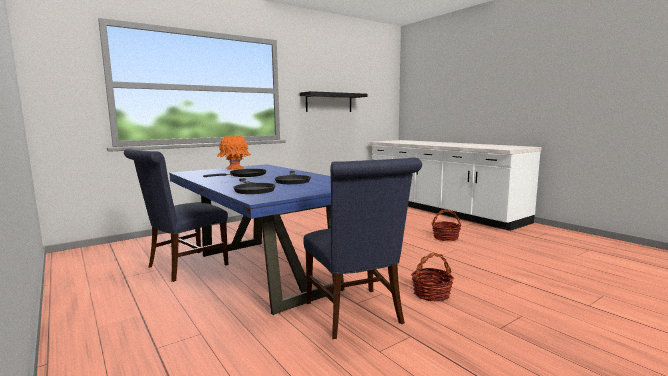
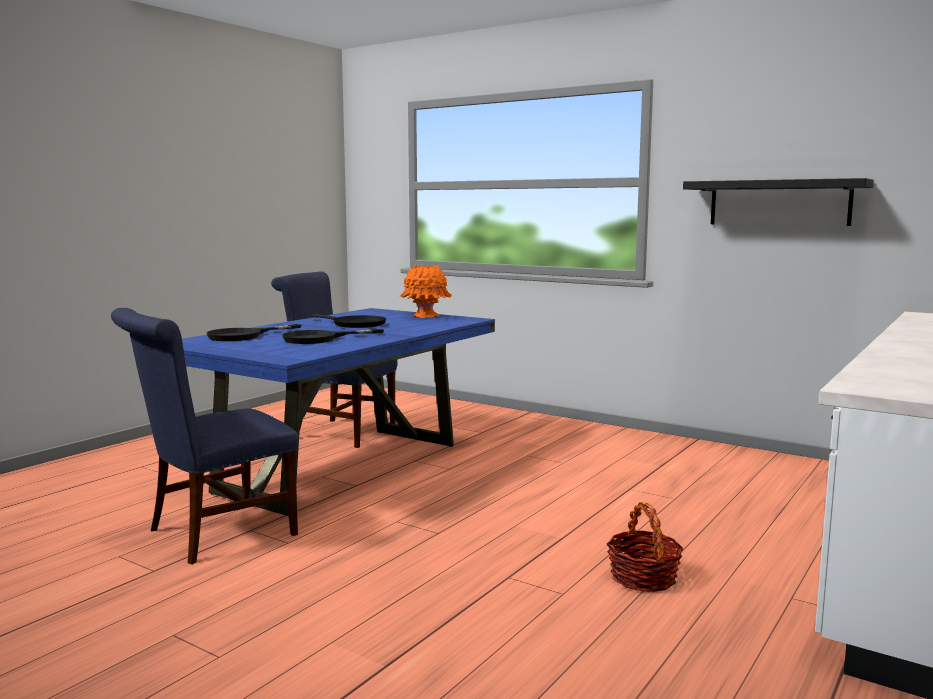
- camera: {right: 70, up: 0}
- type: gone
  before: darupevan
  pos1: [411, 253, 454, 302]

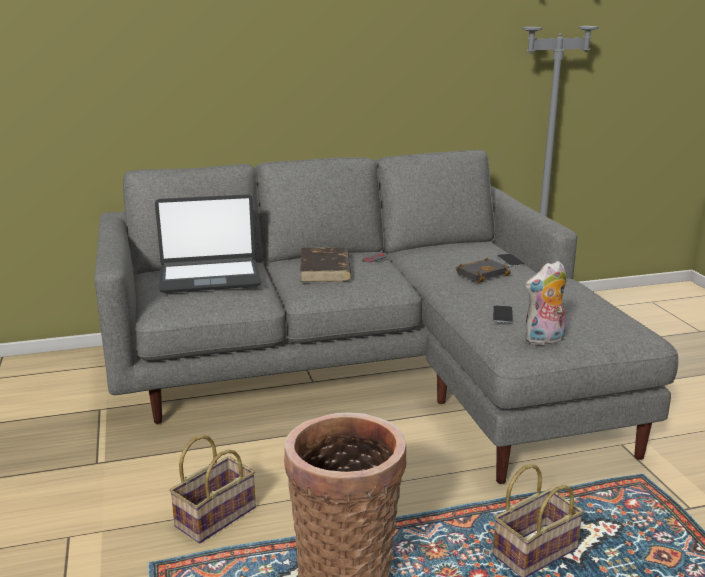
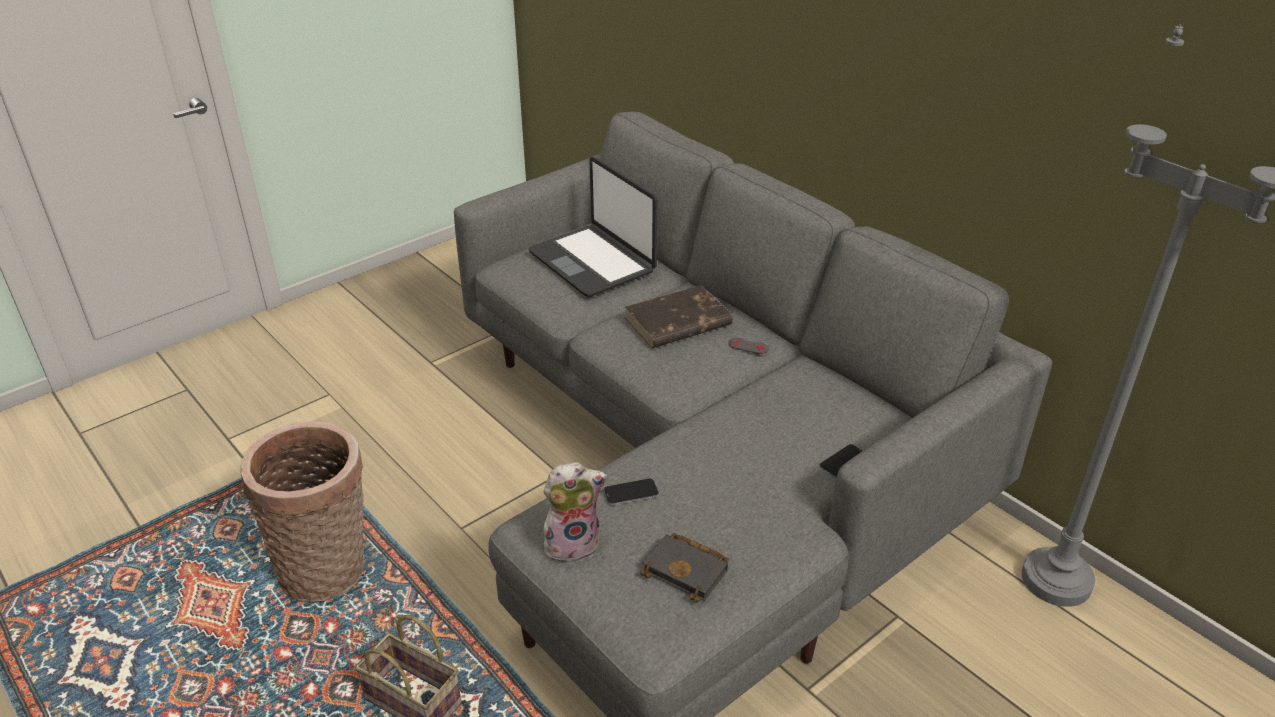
- camera: {right: 65, up: 15}
- type: rotated
  before: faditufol
  pos1: [525, 261, 567, 346]
  pos2: [543, 462, 607, 565]
  turn: 120
- type: shifted
  before: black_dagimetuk
  pos1: [456, 258, 511, 283]
  pos2: [641, 533, 729, 602]
- type: gone
  before: darupevan
  pos1: [170, 435, 256, 543]

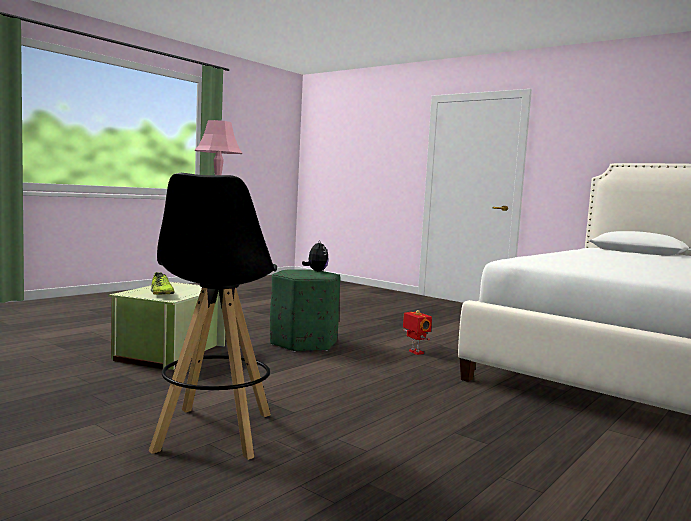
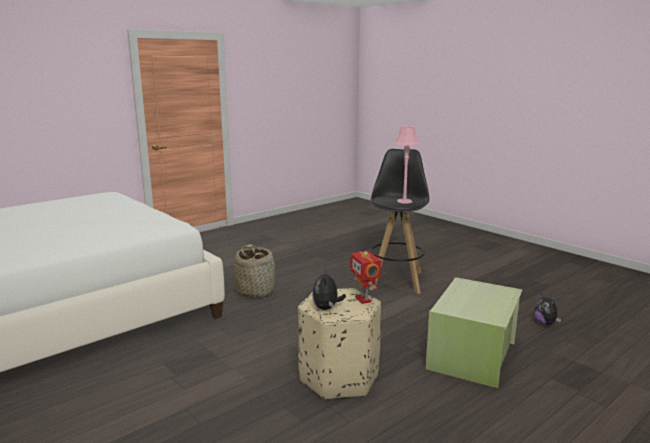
- camera: {right: -170, up: 10}
- type: new
  after: darupevan
  pos2: [234, 244, 275, 298]
- type: repainted
  before: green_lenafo
  after: beige_lenafo
  pos1: [270, 269, 341, 352]
  pos2: [298, 288, 381, 400]
- type: shifted
  before: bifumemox
  pos1: [403, 310, 432, 355]
  pos2: [350, 251, 381, 304]
- type: new
  after: faditufol
  pos2: [534, 293, 561, 325]
- type: gone
  before: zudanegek
  pos1: [151, 272, 175, 295]

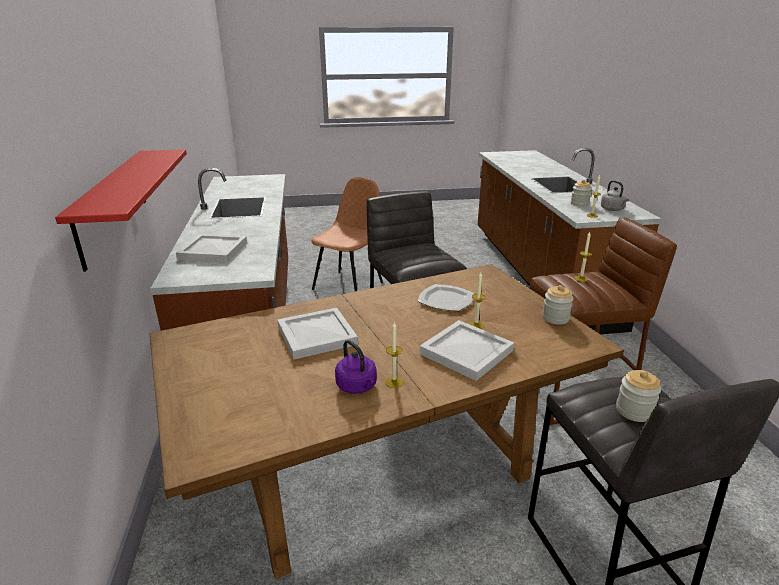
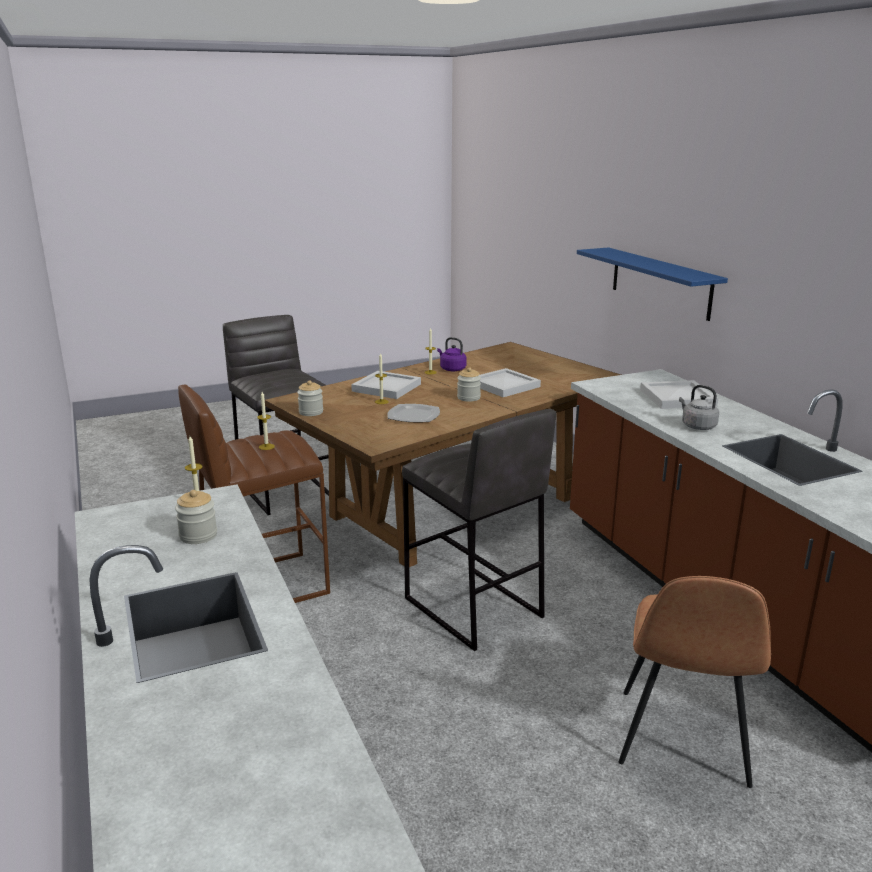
- camera: {right: 165, up: -5}
- type: shifted
  before: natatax
  pos1: [616, 370, 661, 422]
  pos2: [457, 367, 481, 402]
- type: repainted
  before: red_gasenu
  after: blue_gasenu
  pos1: [55, 149, 187, 272]
  pos2: [577, 247, 728, 321]
- type: shifted
  before: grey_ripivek
  pos1: [601, 180, 629, 211]
  pos2: [679, 385, 719, 430]

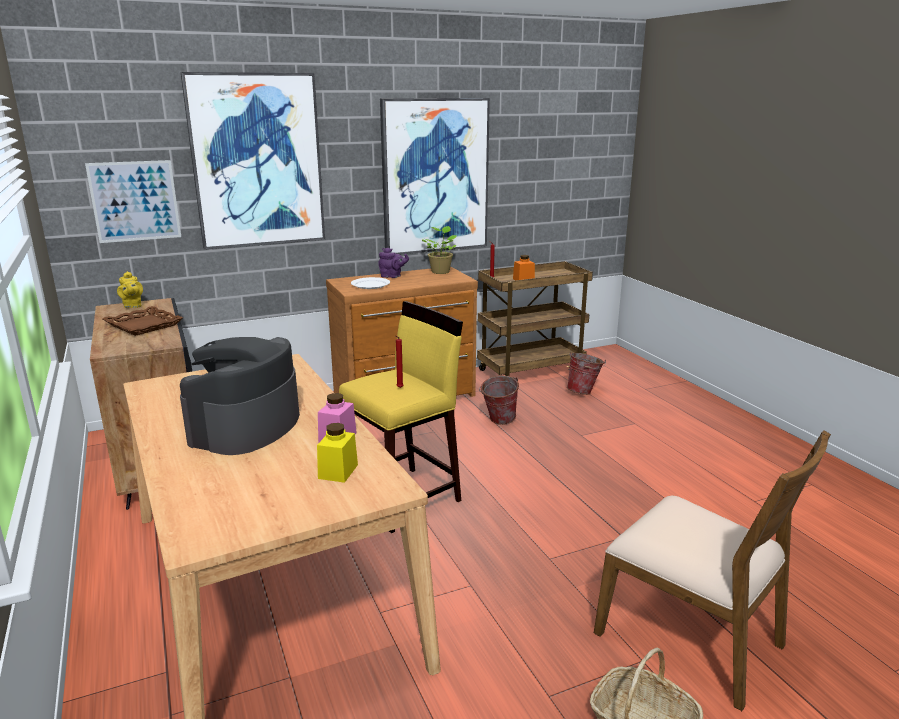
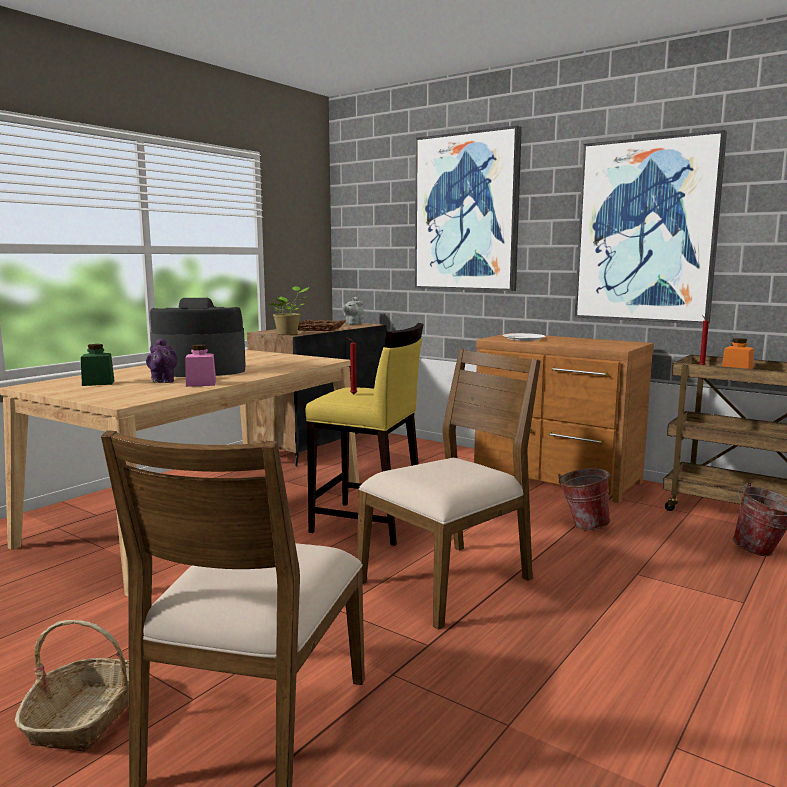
- camera: {right: 60, up: -10}
- type: new
  after: green_natatax
  pos2: [81, 344, 115, 386]
- type: shifted
  before: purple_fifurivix
  pos1: [378, 248, 409, 278]
  pos2: [146, 338, 178, 383]
- type: shifted
  before: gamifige
  pos1: [422, 226, 456, 274]
  pos2: [269, 286, 309, 335]
- type: repainted
  before: yellow_fifurivix
  after: grey_fifurivix
  pos1: [117, 271, 143, 308]
  pos2: [342, 297, 364, 325]
- type: new
  after: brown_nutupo
  pos2: [357, 349, 541, 630]
- type: gone
  before: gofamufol
  pos1: [85, 160, 181, 243]
- type: gone
  before: yellow_natatax
  pos1: [317, 423, 358, 483]

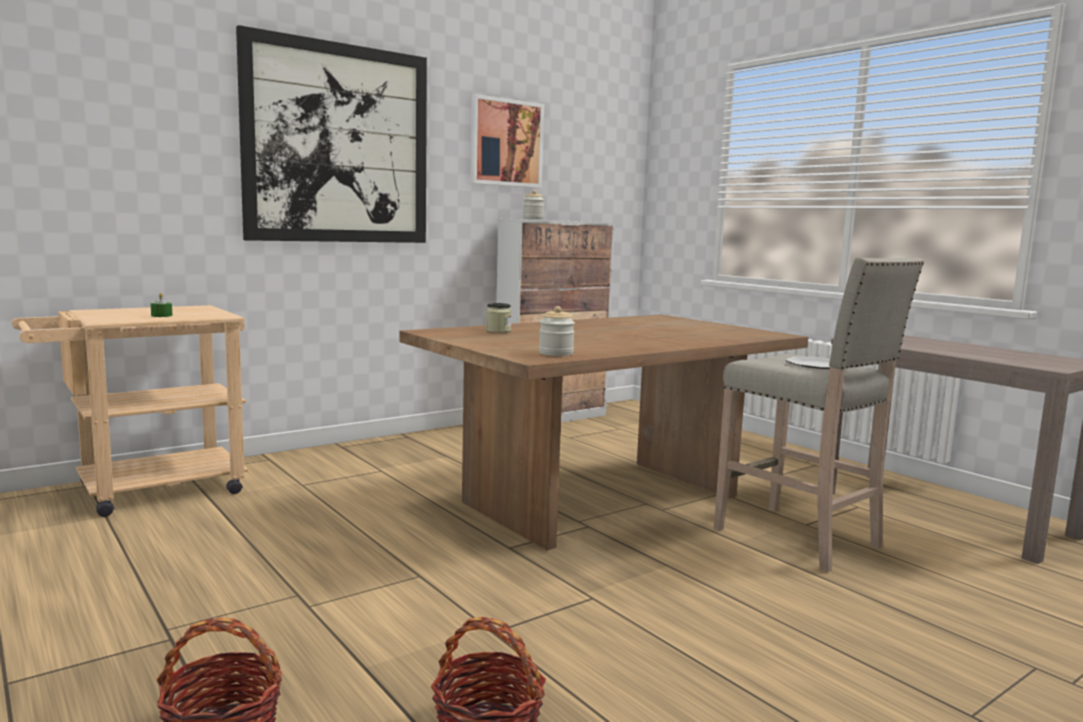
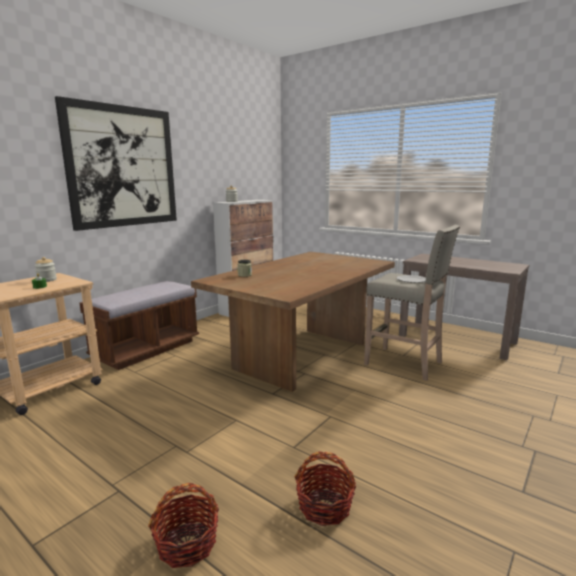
- camera: {right: -15, up: 5}
- type: shifted
  before: natatax
  pos1: [539, 306, 575, 356]
  pos2: [34, 257, 57, 282]
- type: new
  after: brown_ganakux
  pos2: [79, 281, 199, 370]
- type: gone
  before: gofamufol
  pos1: [470, 94, 544, 188]

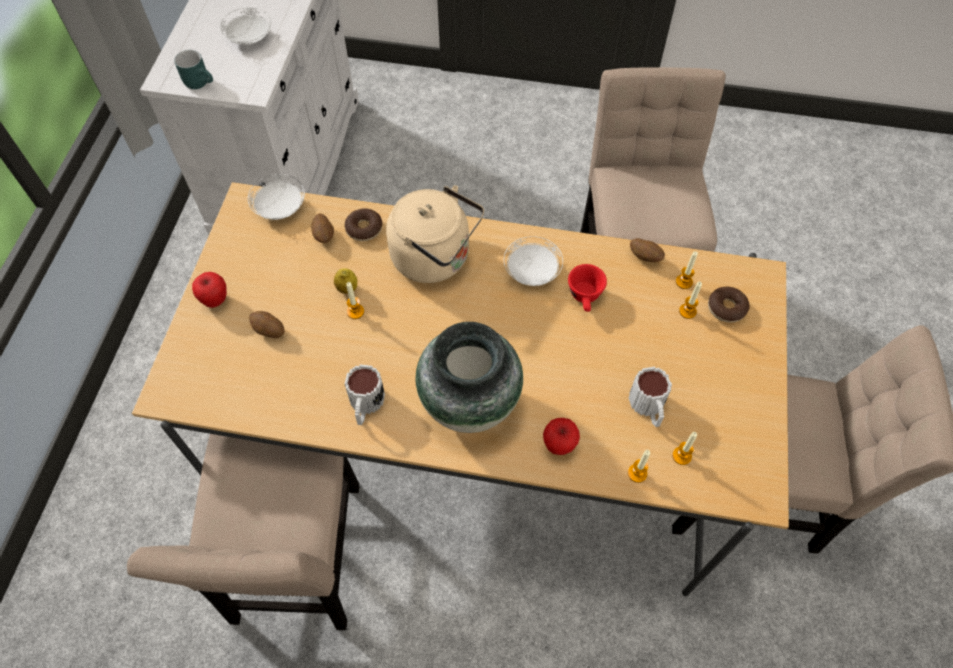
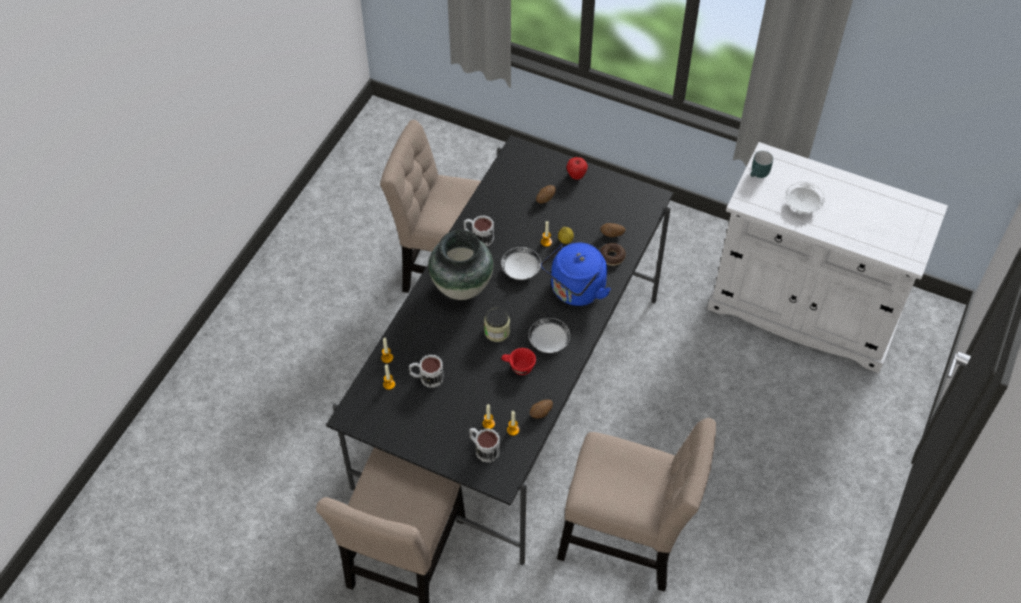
- camera: {right: 105, up: -5}
- type: repainted
  before: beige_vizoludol
  after: black_vizoludol
  pos1: [132, 182, 789, 596]
  pos2: [326, 135, 673, 565]
- type: swapped
  before: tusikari
  after: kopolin
  pos1: [708, 287, 749, 323]
  pos2: [470, 428, 500, 463]
- type: new
  after: natatax
  pos2: [484, 307, 510, 342]
- type: shifted
  before: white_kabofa
  pos1: [248, 174, 305, 220]
  pos2: [501, 247, 541, 280]
- type: repainted
  before: beige_ripivek
  after: blue_ripivek
  pos1: [386, 185, 484, 283]
  pos2: [541, 243, 611, 306]
- type: gone
  before: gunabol
  pos1: [543, 418, 580, 455]

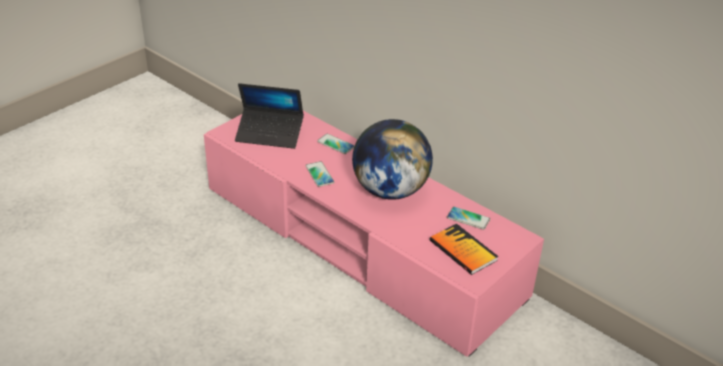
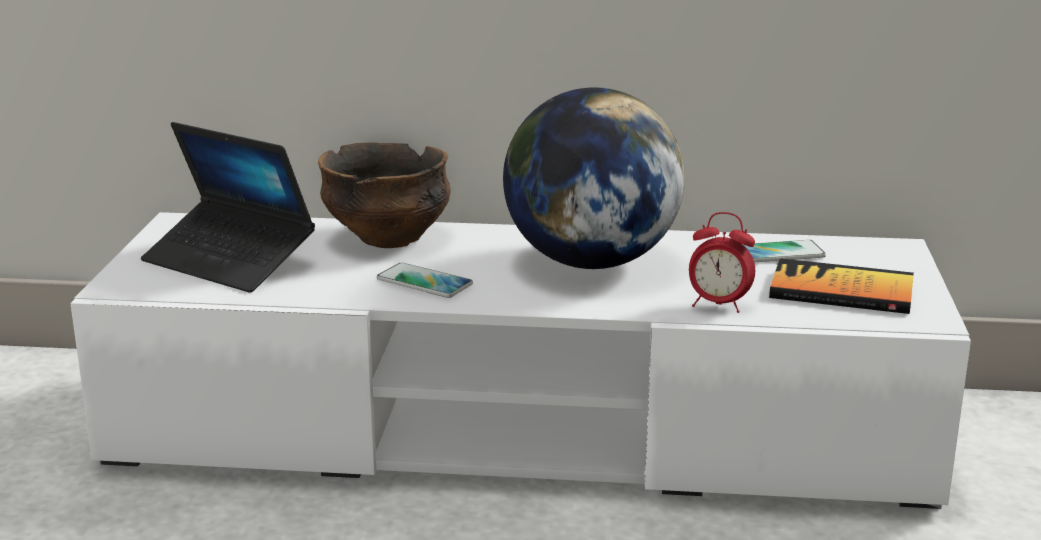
- camera: {right: -35, up: -15}
- type: repainted
  before: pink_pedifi
  after: white_pedifi
  pos1: [204, 111, 544, 357]
  pos2: [70, 212, 971, 509]
- type: rotated
  before: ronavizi
  pos1: [235, 83, 304, 149]
  pos2: [141, 122, 315, 293]
  turn: 60
- type: swapped
  before: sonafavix
  after: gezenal
  pos1: [317, 134, 355, 154]
  pos2: [318, 143, 451, 248]
- type: new
  after: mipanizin
  pos2: [689, 212, 755, 313]

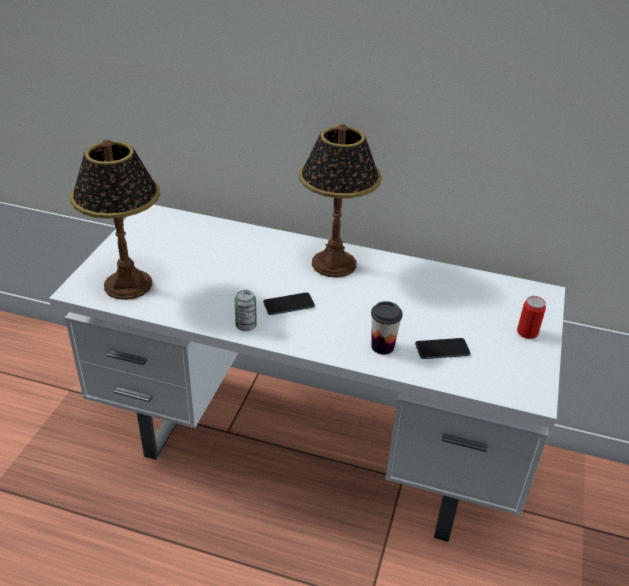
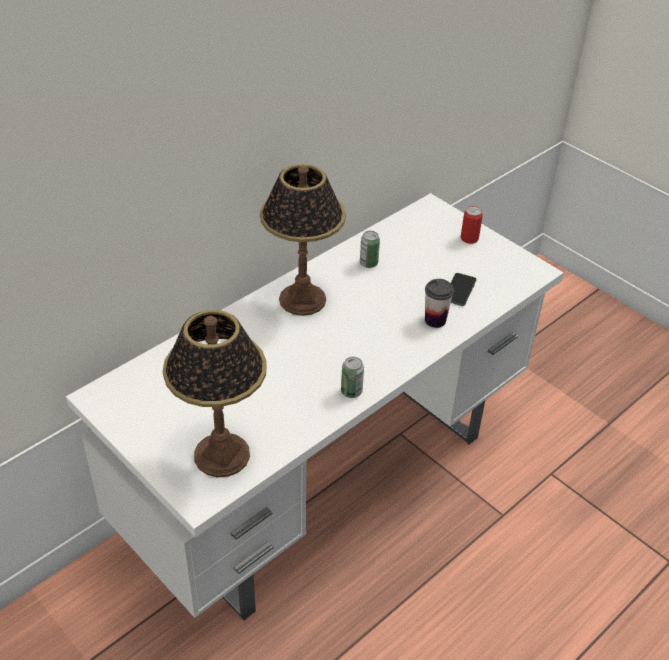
- camera: {right: -60, up: 5}
- type: new
  after: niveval
  pos2: [360, 231, 380, 268]
- type: gone
  before: sonafavix
  pos1: [263, 292, 315, 315]

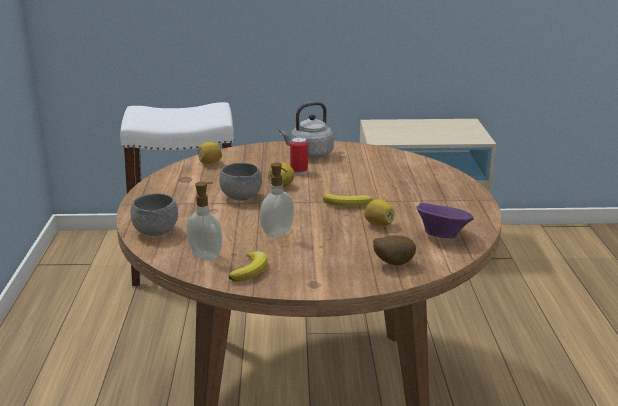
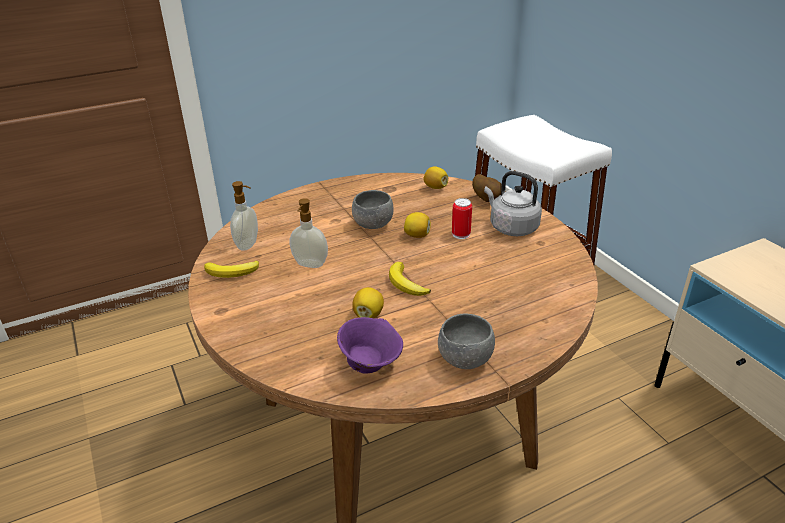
- camera: {right: 65, up: 10}
- type: shifted
  before: grey_gezenal
  pos1: [131, 193, 178, 236]
  pos2: [438, 314, 495, 369]
- type: shifted
  before: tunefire
  pos1: [373, 235, 416, 265]
  pos2: [472, 174, 502, 203]

